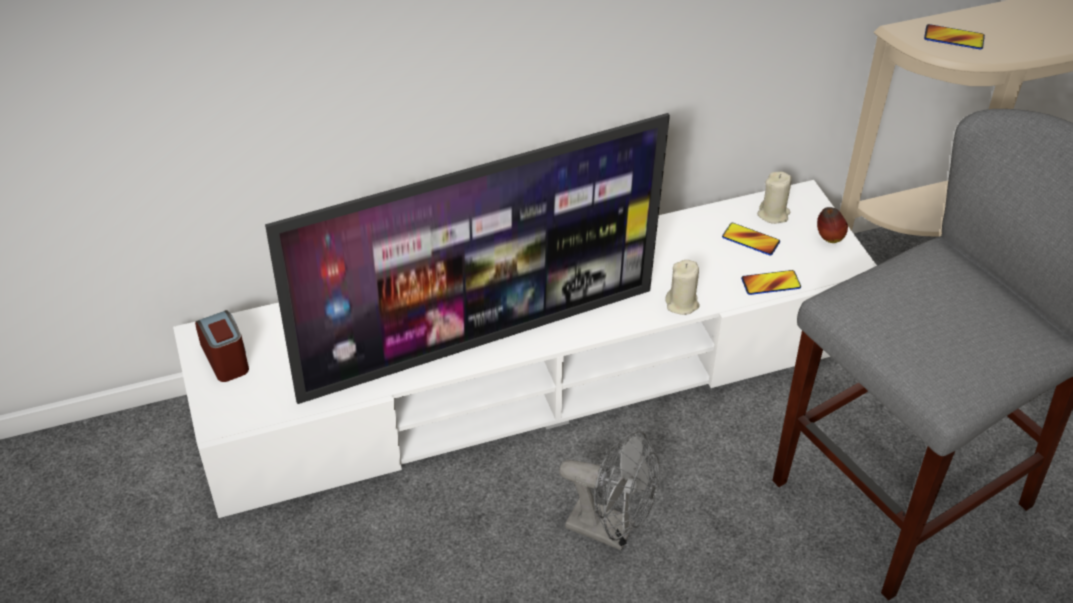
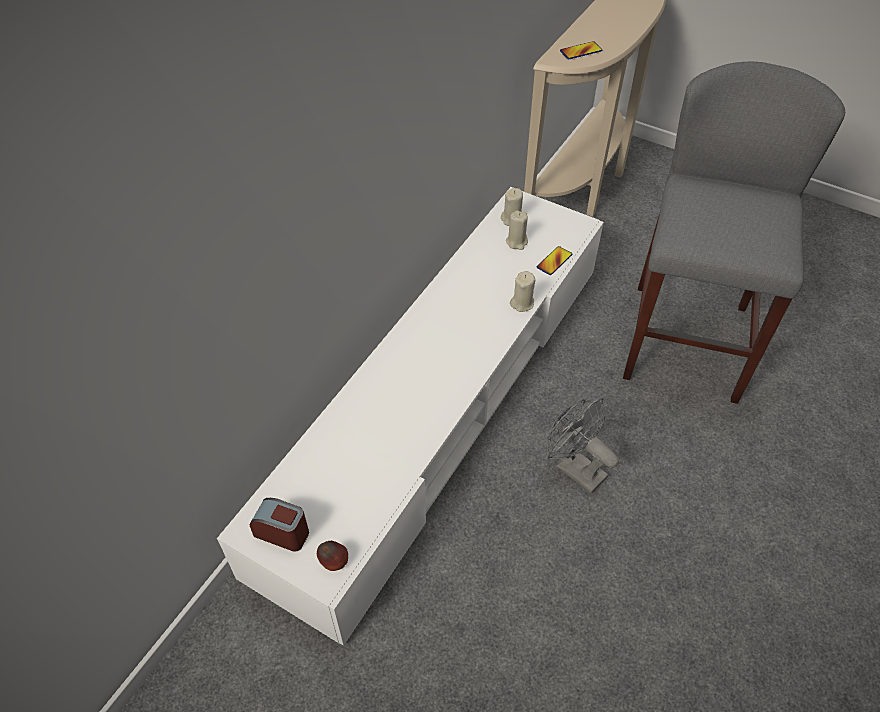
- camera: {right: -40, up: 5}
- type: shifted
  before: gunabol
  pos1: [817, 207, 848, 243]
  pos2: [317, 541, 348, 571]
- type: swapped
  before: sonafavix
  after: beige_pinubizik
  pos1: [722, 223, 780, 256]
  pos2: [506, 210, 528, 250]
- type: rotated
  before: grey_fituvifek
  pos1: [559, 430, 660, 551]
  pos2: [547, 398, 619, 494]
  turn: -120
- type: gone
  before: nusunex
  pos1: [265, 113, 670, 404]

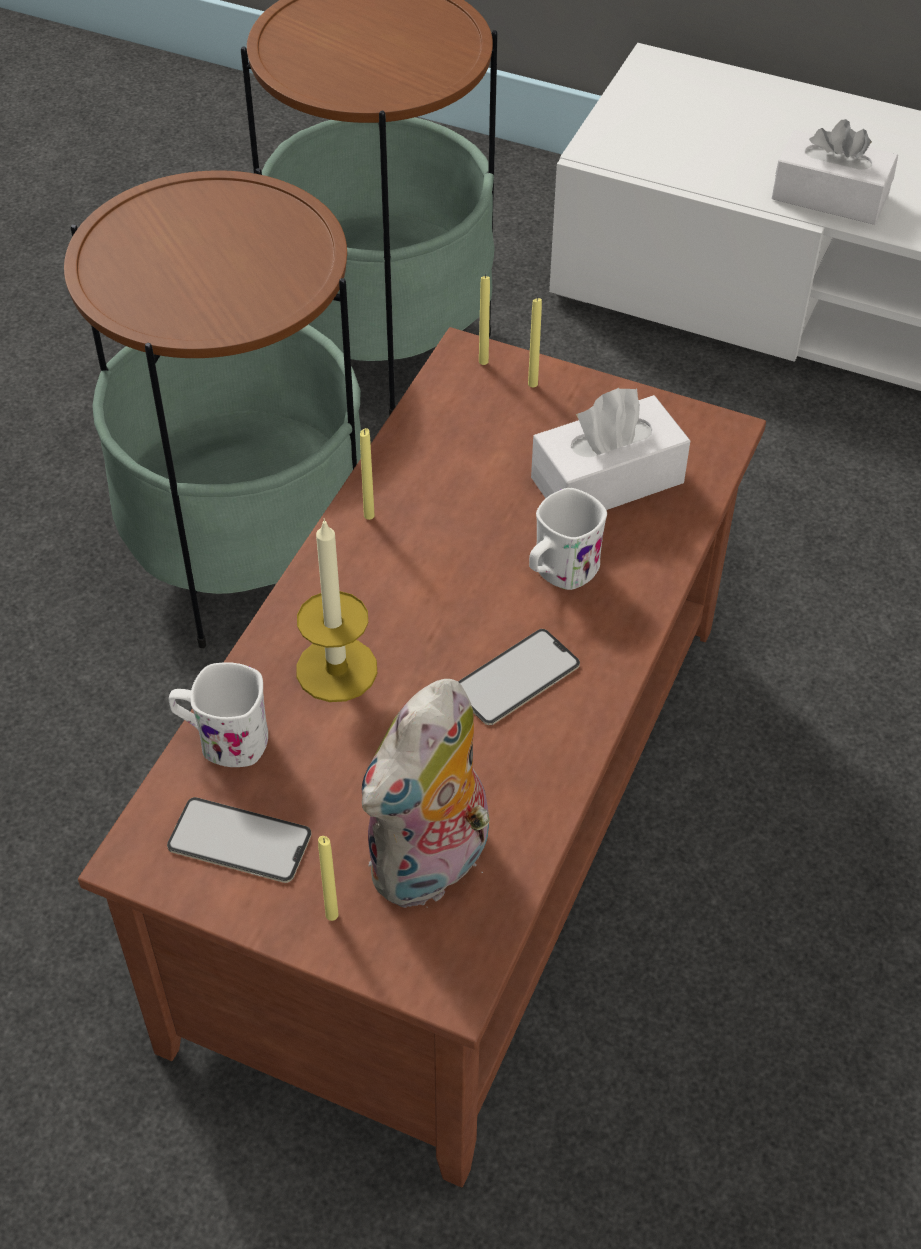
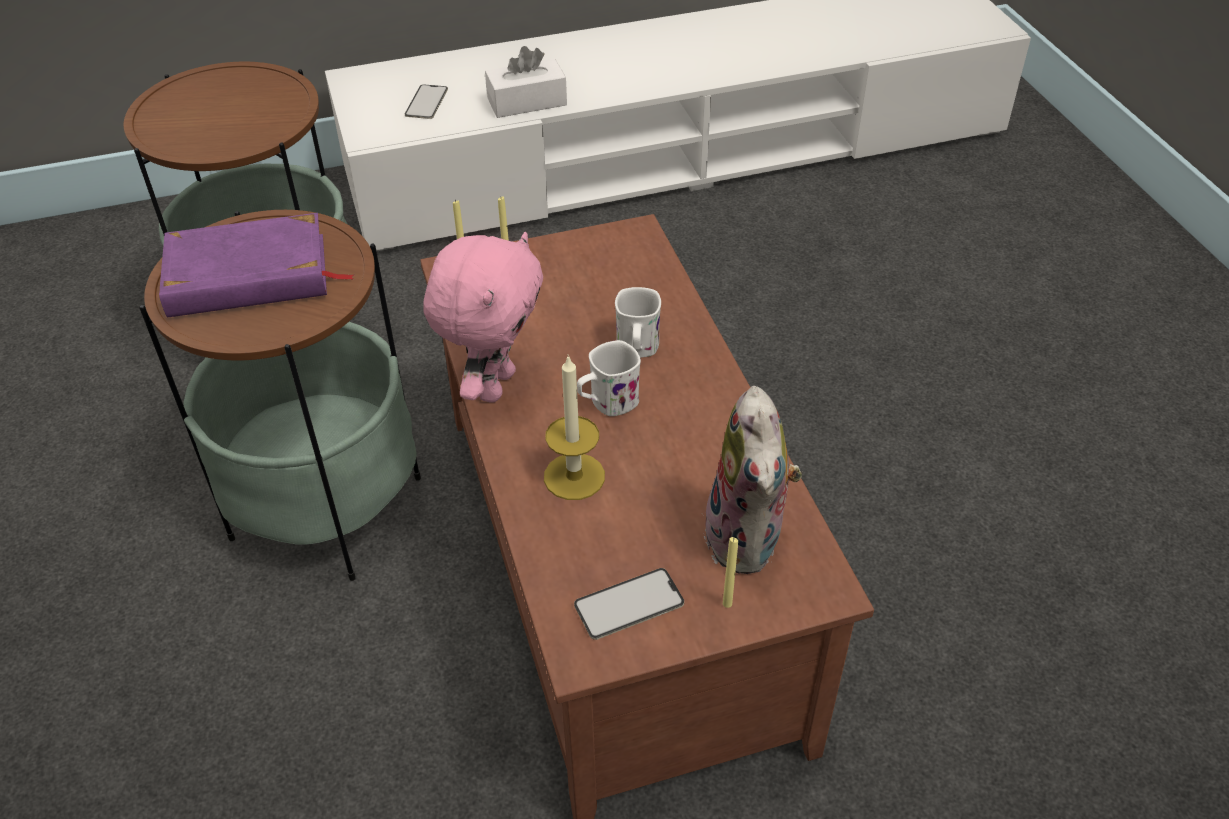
- camera: {right: -40, up: -5}
- type: new
  after: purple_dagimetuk
  pos2: [159, 213, 355, 317]
- type: shifted
  before: sonafavix
  pos1: [458, 629, 580, 725]
  pos2: [405, 84, 448, 119]
- type: swapped
  before: yellow_pinubizik
  after: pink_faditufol
  pos1: [360, 428, 375, 520]
  pos2: [423, 232, 543, 403]
- type: shifted
  before: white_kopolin
  pos1: [169, 662, 268, 767]
  pos2: [577, 340, 641, 416]
- type: gone
  before: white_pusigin
  pos1: [531, 388, 690, 510]

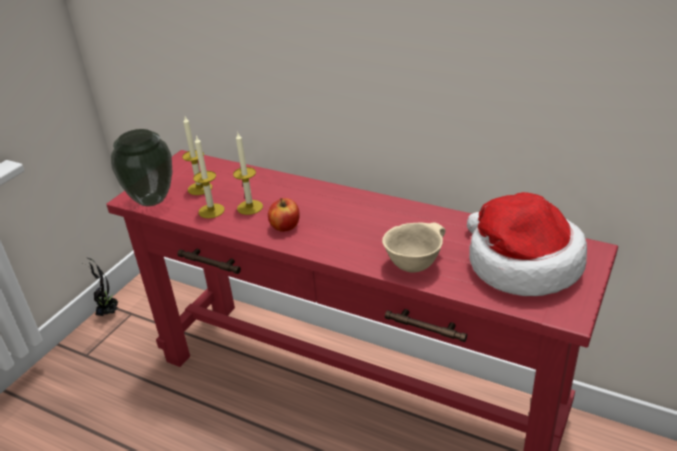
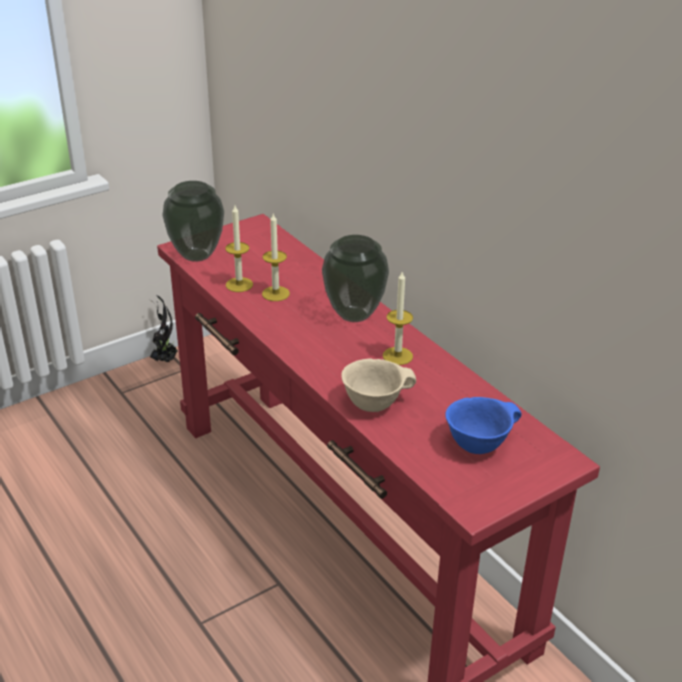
- camera: {right: 25, up: 0}
- type: new
  after: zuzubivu
  pos2: [322, 235, 389, 322]
- type: shifted
  before: pinubizik
  pos1: [182, 116, 212, 195]
  pos2: [383, 272, 413, 365]
- type: swapped
  before: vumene
  after: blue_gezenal
  pos1: [467, 192, 587, 296]
  pos2: [445, 397, 522, 454]
- type: gone
  before: gunabol
  pos1: [268, 198, 300, 232]

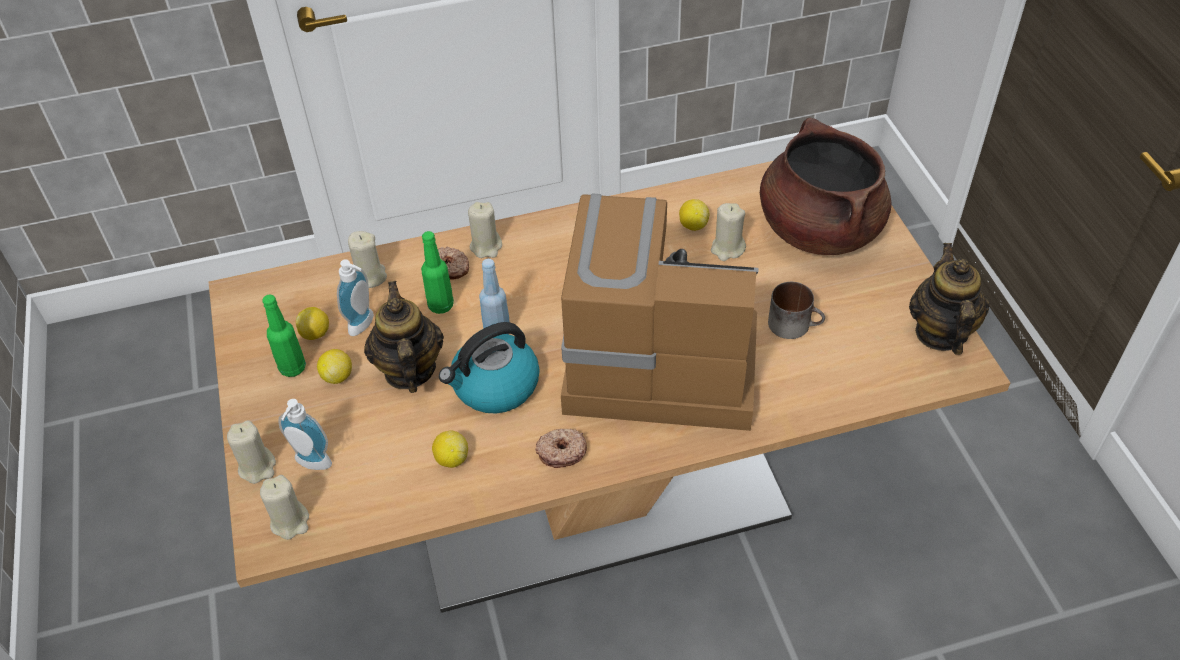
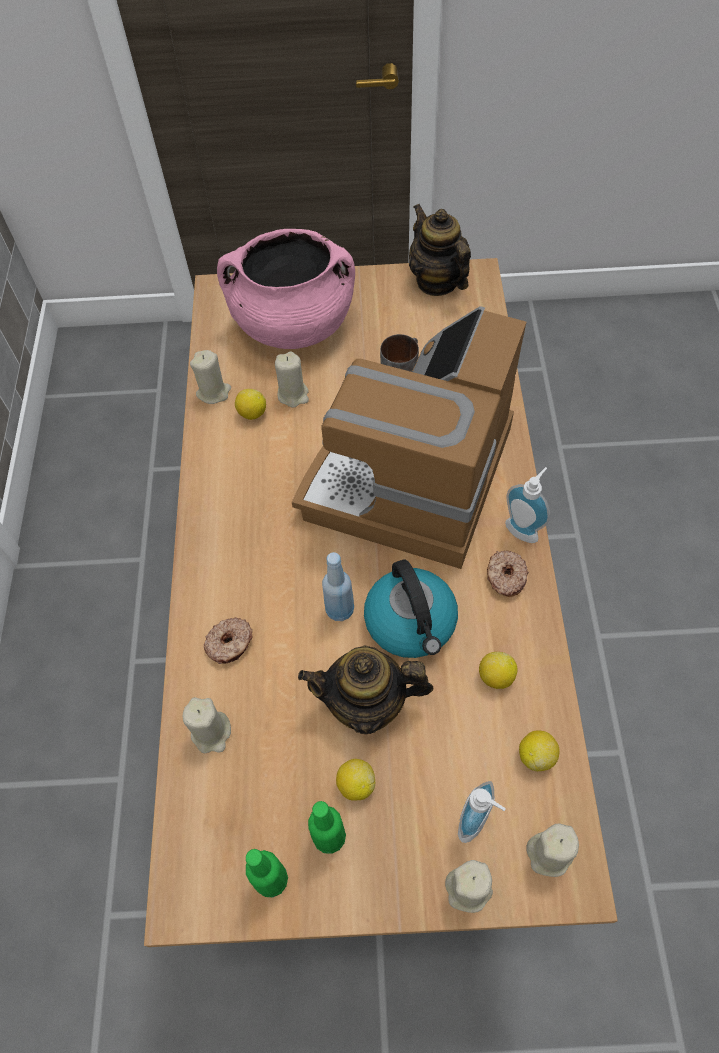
- camera: {right: -75, up: 10}
- type: shifted
  before: beige_pinubizik
  pos1: [468, 202, 502, 258]
  pos2: [190, 350, 231, 404]
- type: repainted
  before: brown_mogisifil
  after: pink_mogisifil
  pos1: [760, 117, 891, 255]
  pos2: [217, 229, 355, 349]
- type: shifted
  before: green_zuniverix
  pos1: [421, 231, 454, 314]
  pos2: [246, 849, 288, 897]
- type: rotated
  before: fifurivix
  pos1: [909, 243, 989, 355]
  pos2: [409, 204, 471, 296]
  turn: 45
- type: shifted
  before: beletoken
  pos1: [337, 259, 374, 336]
  pos2: [505, 467, 550, 543]
- type: shifted
  before: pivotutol
  pos1: [296, 307, 329, 340]
  pos2: [519, 730, 560, 771]

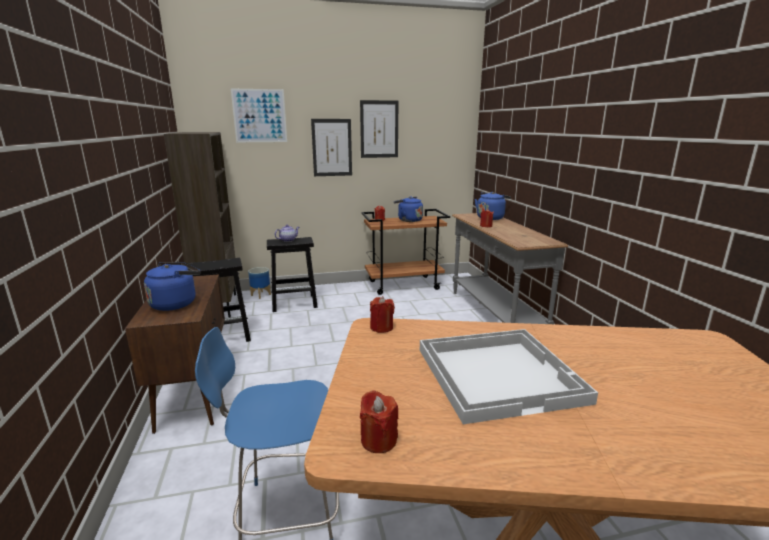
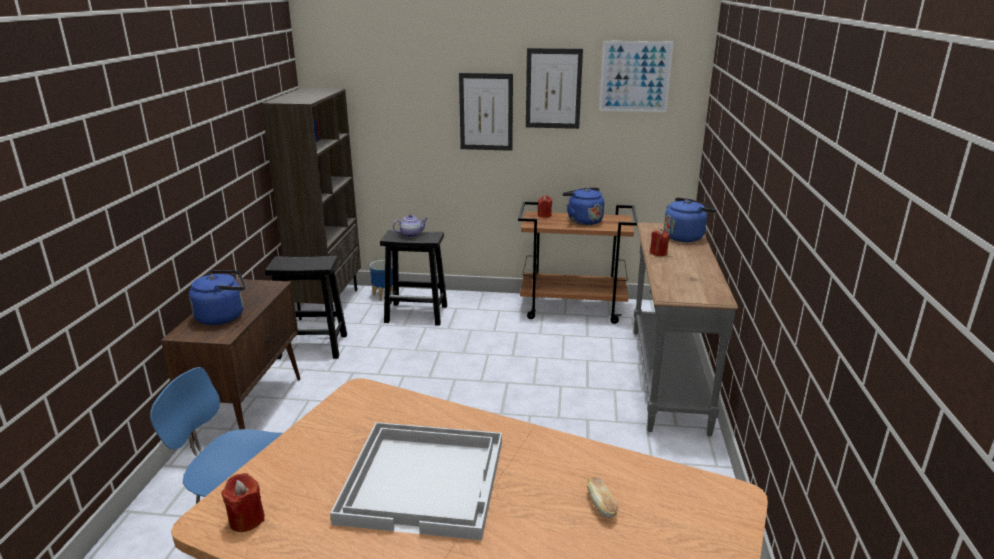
- camera: {right: 20, up: 5}
- type: new
  after: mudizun
  pos2: [587, 477, 618, 518]
- type: shifted
  before: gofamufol
  pos1: [231, 89, 287, 142]
  pos2: [599, 41, 674, 112]
- type: gone
  before: red_pinubizik
  pos1: [370, 296, 395, 333]

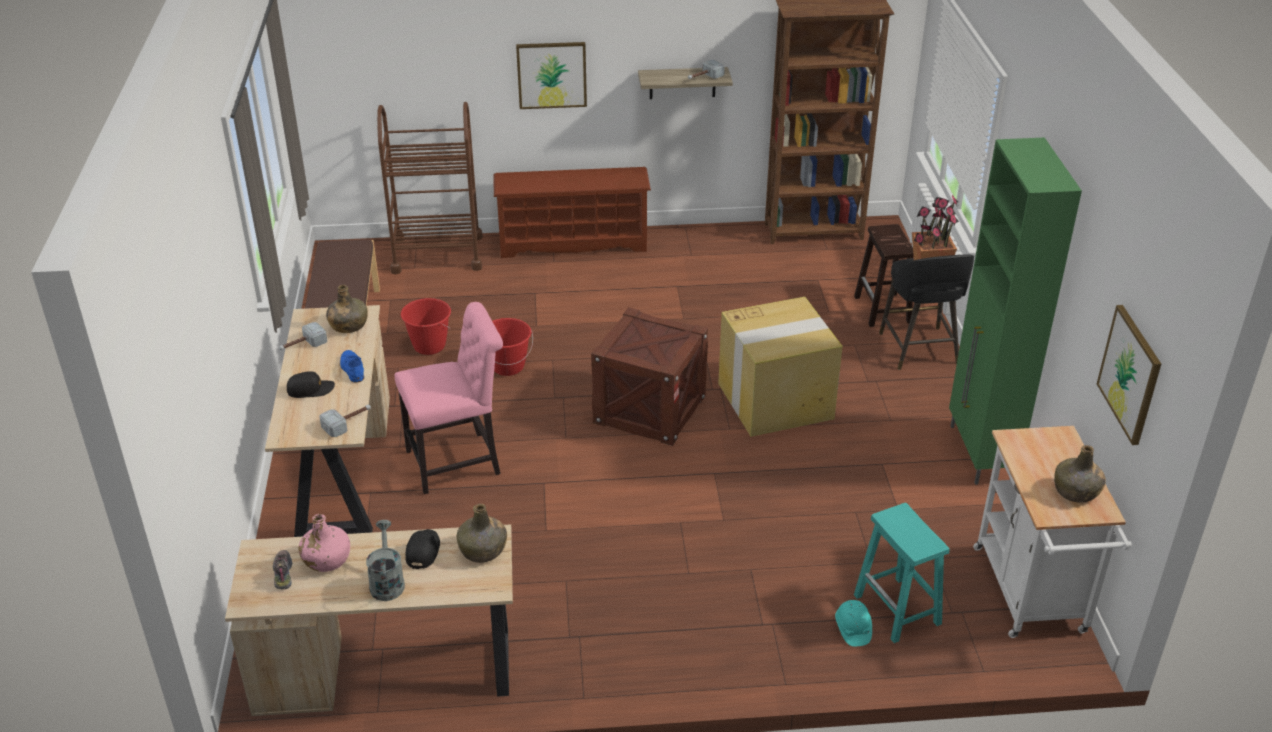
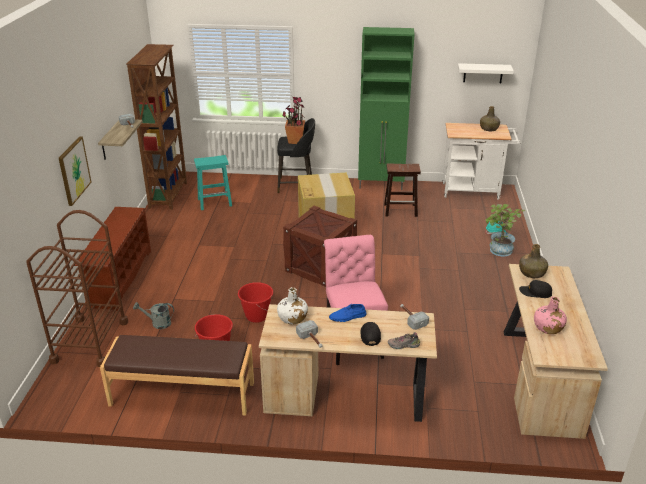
- camera: {right: -80, up: -5}
- type: shifted
  before: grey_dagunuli
  pos1: [366, 520, 405, 601]
  pos2: [133, 302, 174, 329]
- type: shifted
  before: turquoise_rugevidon
  pos1: [854, 503, 950, 643]
  pos2: [194, 155, 232, 210]
- type: repainted
  before: green_zuniverix
  after: white_zuniverix
  pos1: [326, 284, 368, 333]
  pos2: [277, 287, 308, 325]
- type: shifted
  before: brown_rugevidon
  pos1: [854, 224, 914, 327]
  pos2: [384, 163, 421, 217]
- type: shifted
  before: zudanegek
  pos1: [273, 550, 292, 590]
  pos2: [388, 332, 420, 349]
- type: swapped
  before: gofamufol
  after: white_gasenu
  pos1: [1097, 305, 1161, 445]
  pos2: [458, 63, 514, 83]
- type: new
  after: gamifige
  pos2: [485, 204, 525, 257]

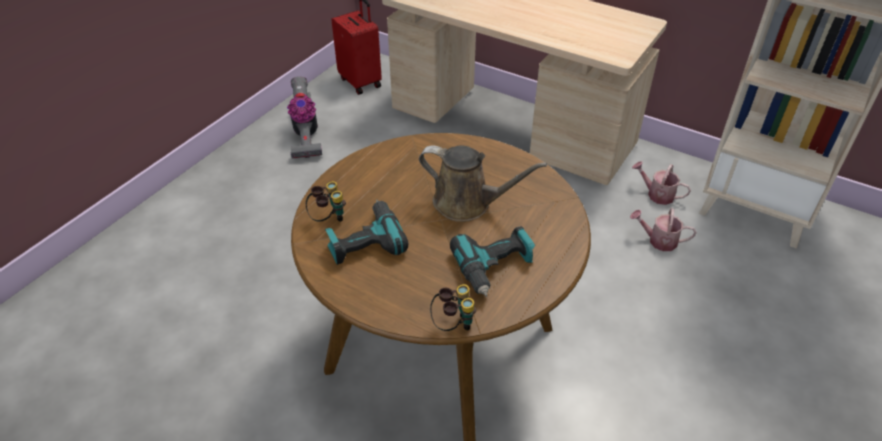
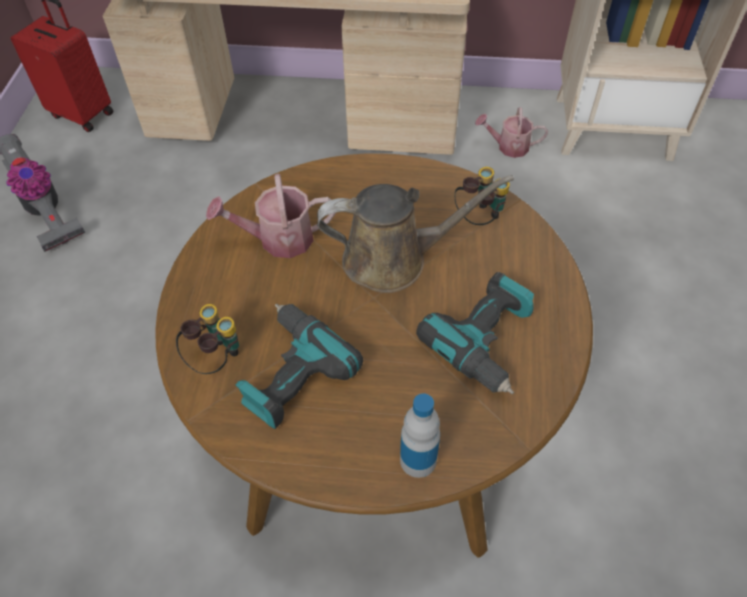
- camera: {right: -25, up: 10}
- type: shifted
  before: dagunuli
  pos1: [630, 208, 696, 251]
  pos2: [206, 174, 336, 258]
- type: new
  after: zuniverix
  pos2: [400, 393, 440, 478]
- type: shifted
  before: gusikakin
  pos1: [430, 284, 476, 331]
  pos2: [455, 167, 510, 225]

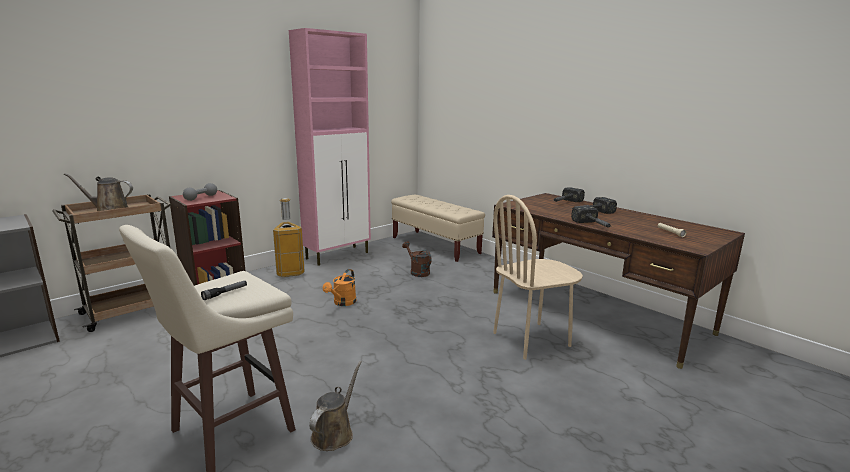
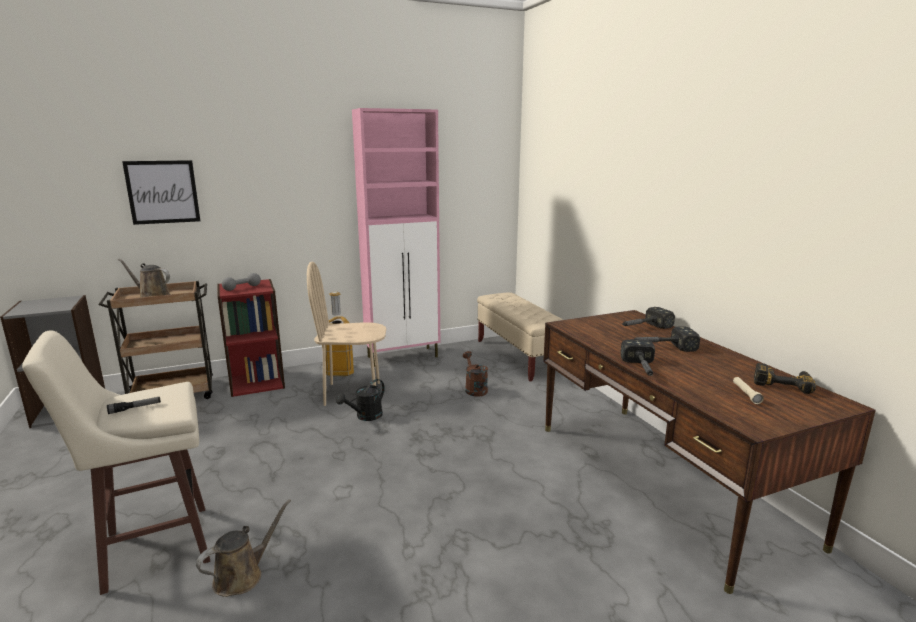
- camera: {right: 20, up: 0}
- type: new
  after: gofamufol
  pos2: [122, 160, 200, 225]
- type: shifted
  before: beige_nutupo
  pos1: [493, 195, 583, 360]
  pos2: [307, 262, 386, 406]
- type: repainted
  before: orange_dagunuli
  after: black_dagunuli
  pos1: [323, 269, 356, 306]
  pos2: [336, 379, 385, 421]
- type: new
  after: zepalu
  pos2: [754, 363, 816, 394]

